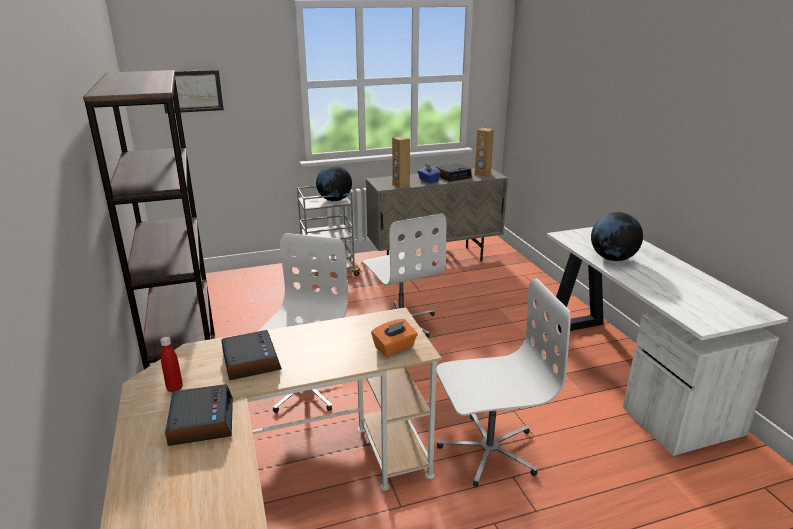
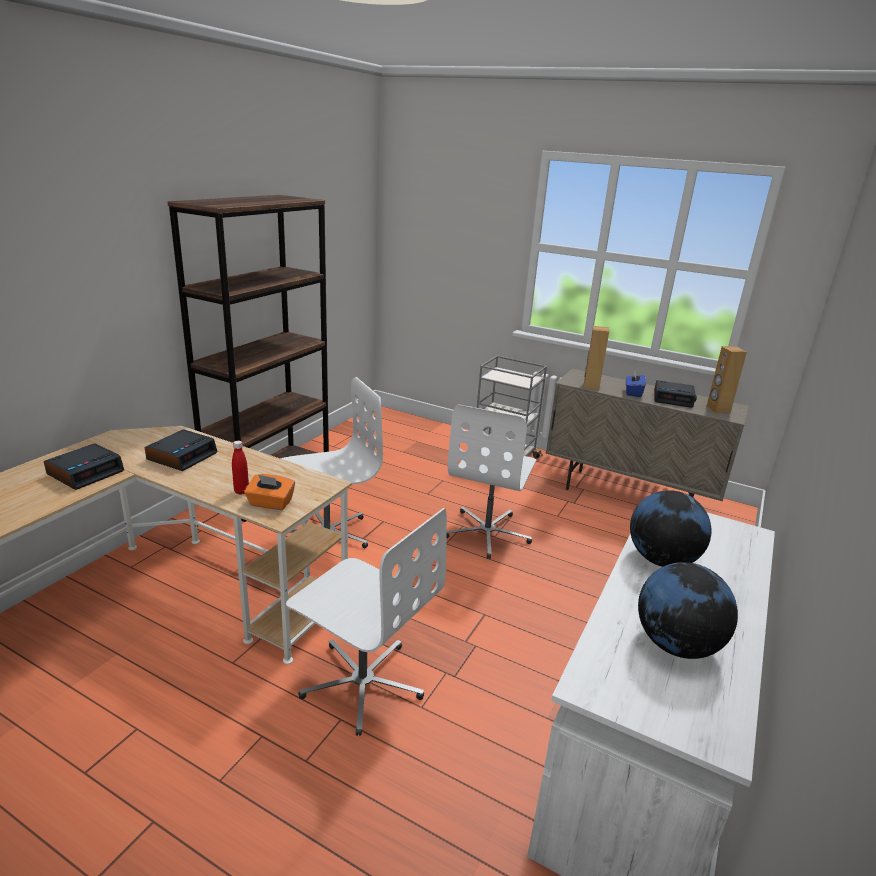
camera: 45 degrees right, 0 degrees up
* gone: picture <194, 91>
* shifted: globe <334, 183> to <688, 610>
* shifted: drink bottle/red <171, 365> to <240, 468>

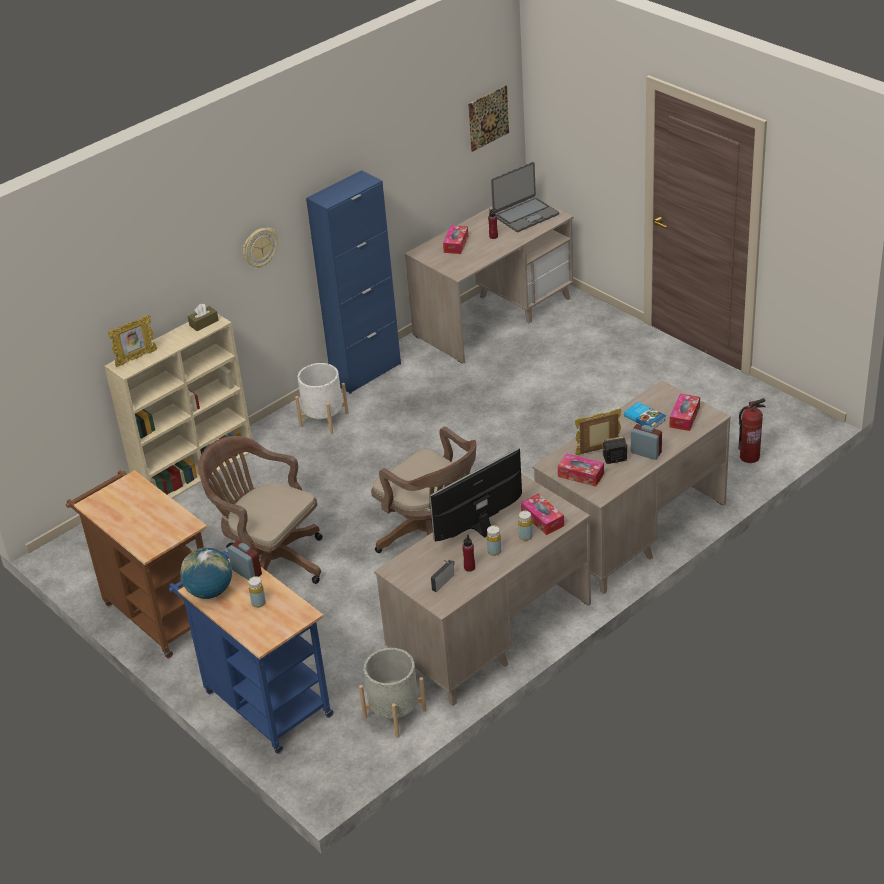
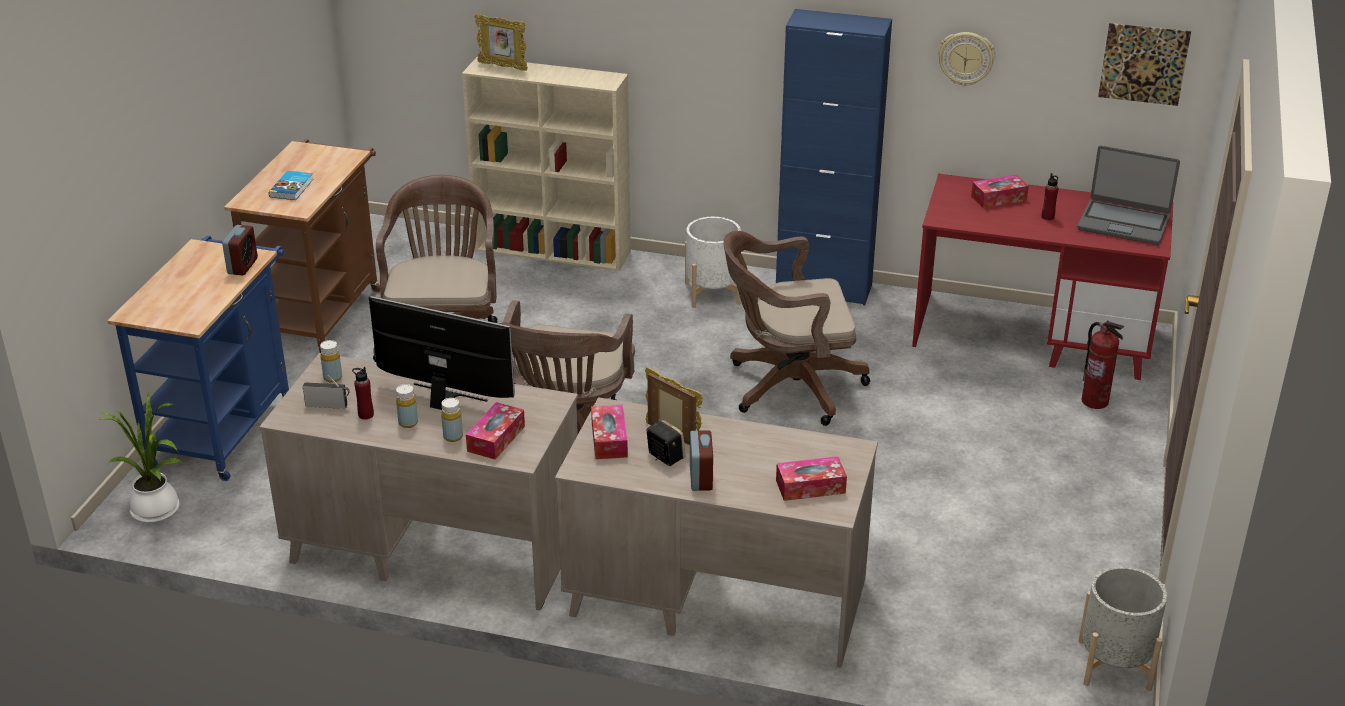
camera: 55 degrees right, 5 degrees down
* repainted: desk table/beige-coloured <489, 280> to desk table/red <1042, 277>
* shifted: clock on the wall <260, 248> to <966, 59>
* gone: box of tissues/brownish <203, 317>
* shifted: fire-fighting cylinder <752, 430> to <1102, 364>
* shifted: book <645, 415> to <291, 185>
* gone: globe <206, 573>
* shifted: drink bottle/yellow <257, 592> to <331, 361>
* shifted: flower pot/grey <393, 693> to <1123, 628>
* new: office chair/brownish <796, 328>
* new: potted plant <141, 457>

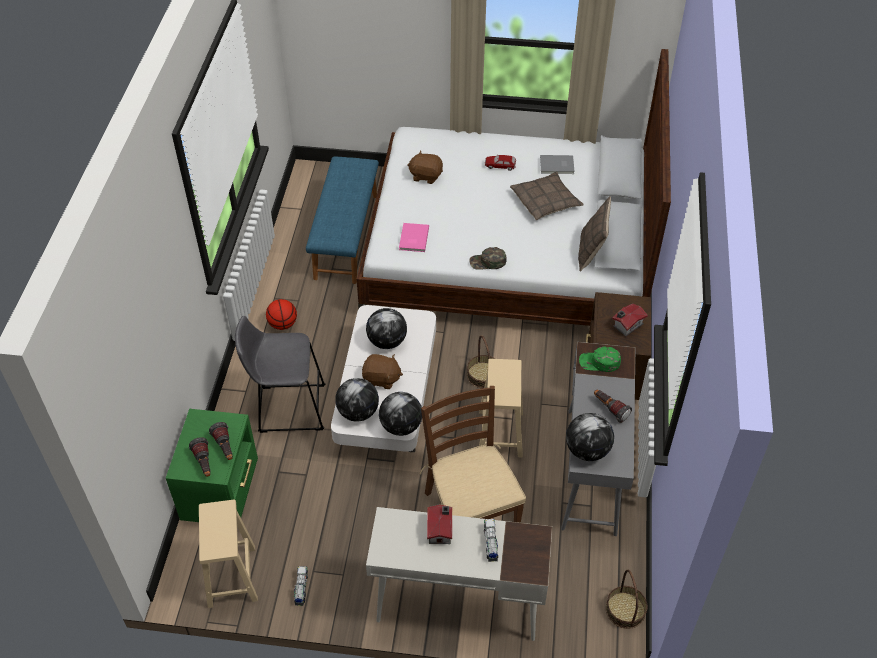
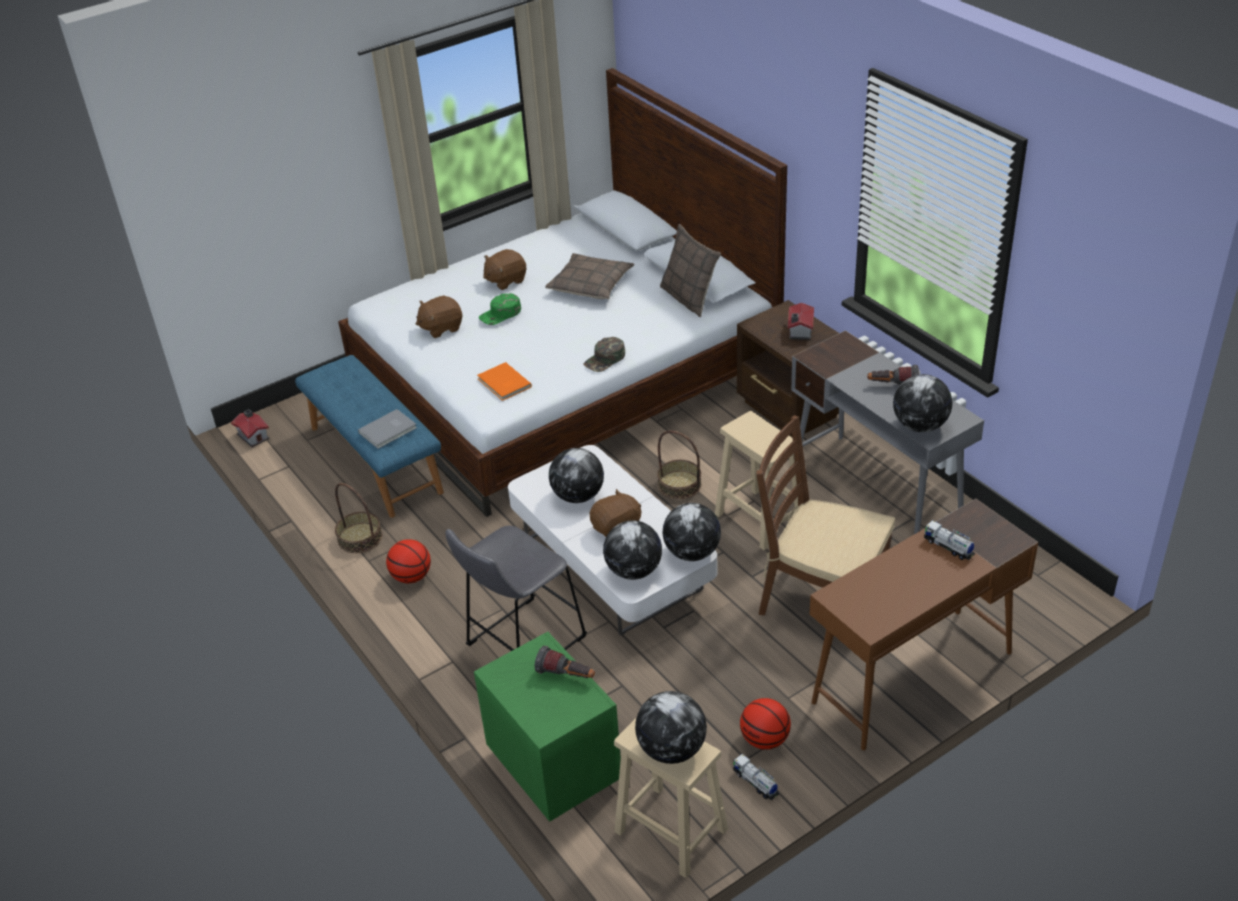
camera: 40 degrees left, 10 degrees down
* swapped: model car <500, 163> to cuddly toy/brownish <504, 269>
* shifted: book/grey <557, 164> to <387, 429>
* repainted: book/pinkish <414, 237> to book/orange <504, 381>
* shifted: peaked cap/green <600, 359> to <500, 309>
* gone: flashlight <200, 457>
* shifted: miniature house <439, 524> to <250, 428>
* repainted: desk table/white <459, 574> to desk table/brownish <924, 624>
* shifted: storage basket <626, 599> to <358, 518>
* new: globe <671, 727>
* new: basketball <765, 724>

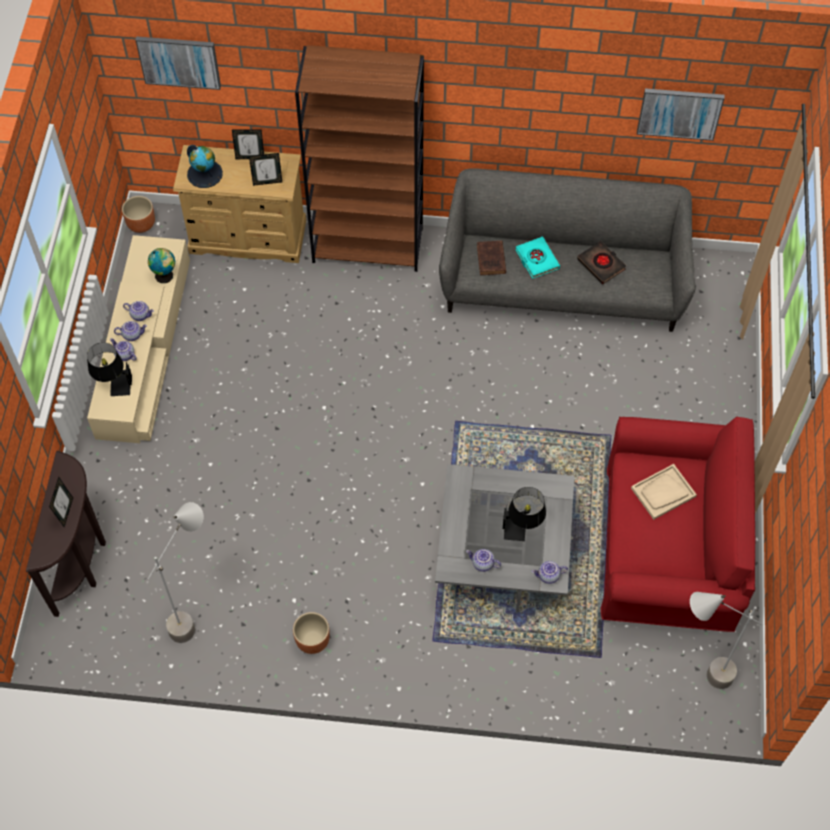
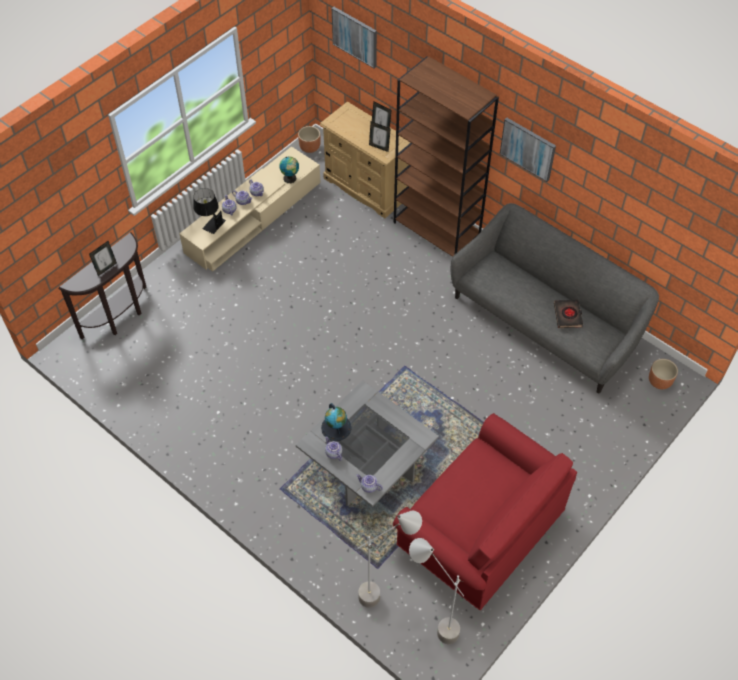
camera: 35 degrees right, 5 degrees down
* shifted: picture <680, 114> to <528, 150>
* shifted: globe <205, 166> to <336, 422>
* gone: book/turquoise-coloured <537, 258>
* gone: book/brownish <491, 258>
* gone: tray/beige-coloured <664, 492>
* gone: tabletop lamp/black-coloured <524, 514>
* shifted: standard lamp/grey <176, 572> to <389, 559>
* shifted: flower pot/brownish <311, 633> to <663, 374>

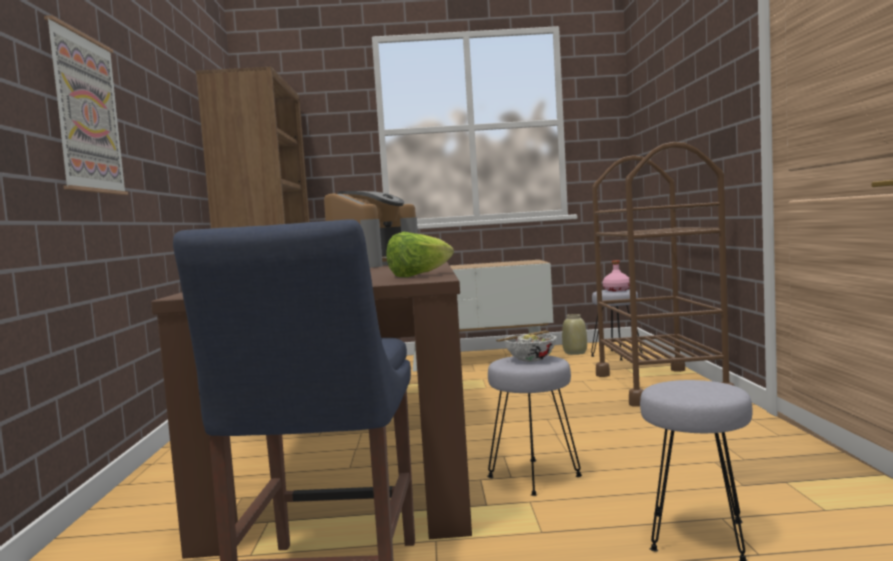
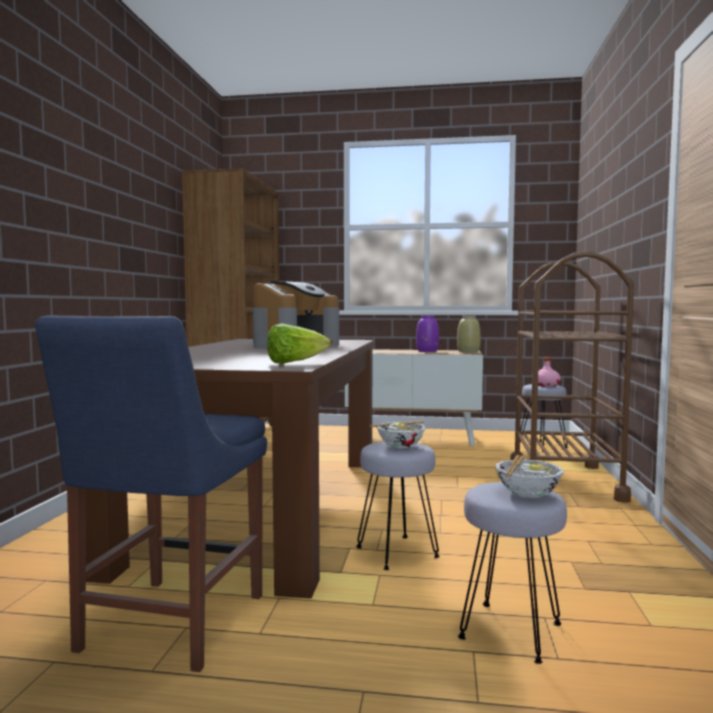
camera: 10 degrees right, 0 degrees up
* gone: picture <86, 105>
* shifted: decorative vase/beige-coloured <574, 334> to <469, 334>
* new: decorative vase/purple <427, 334>
* new: serving bowl <529, 476>

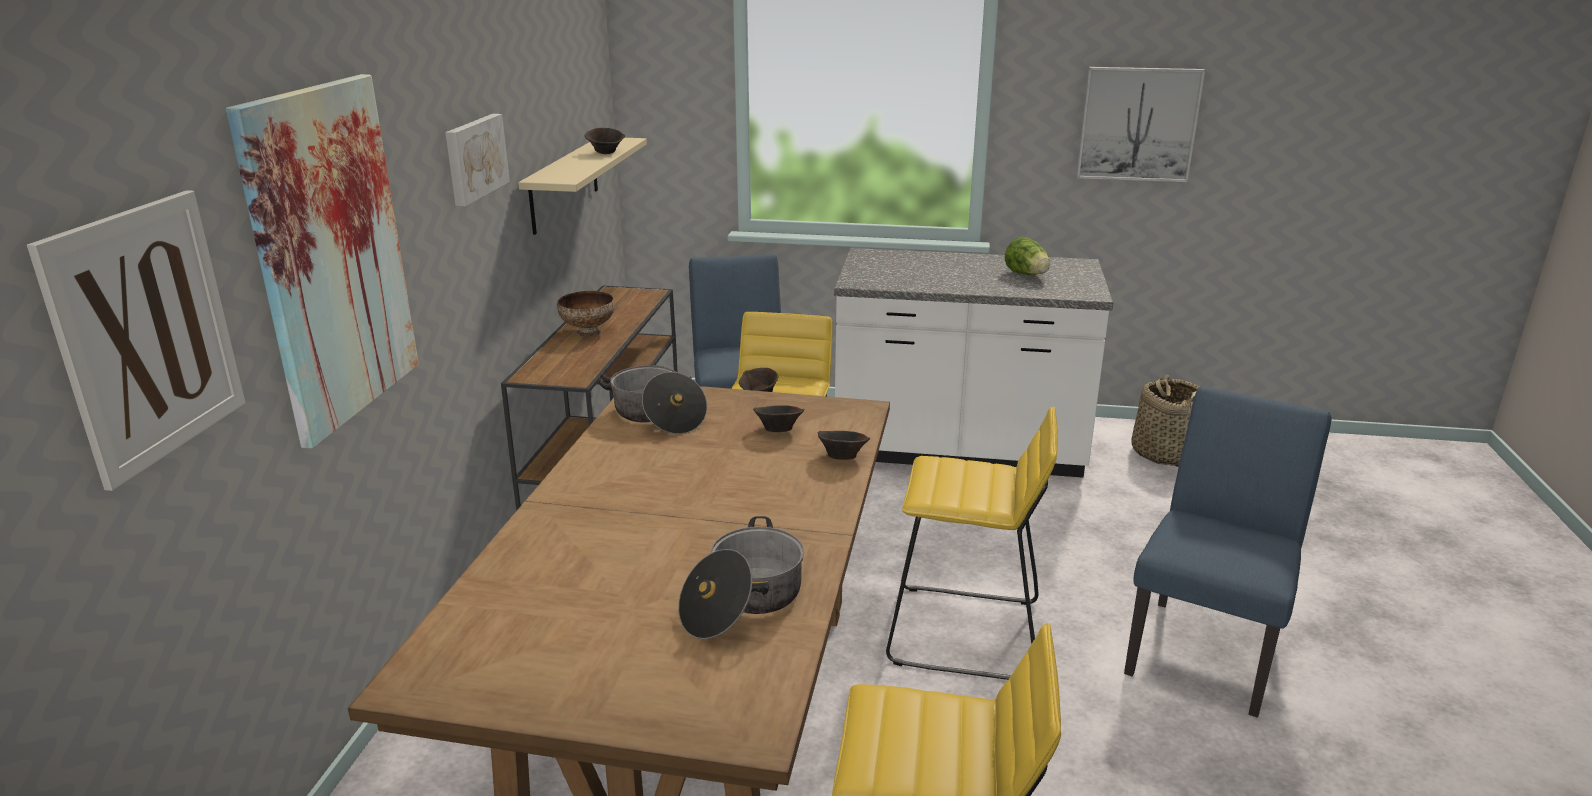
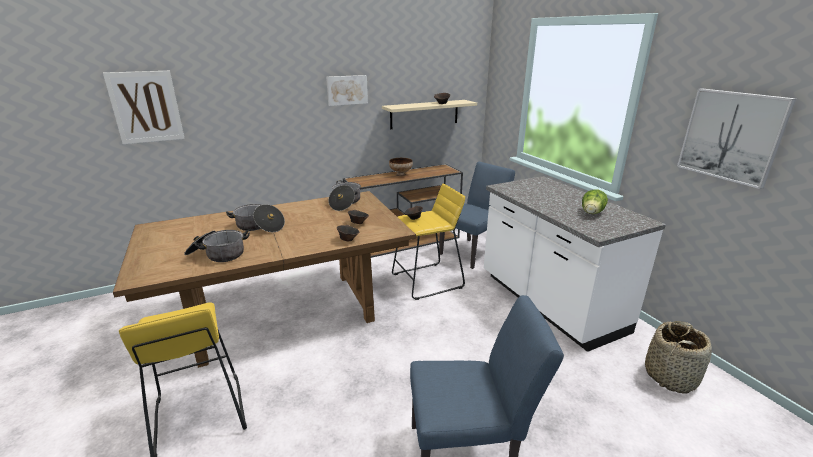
camera: 55 degrees right, 0 degrees up
* gone: picture <322, 261>
* gone: sitting stool/yellow <972, 543>
* new: stockpot <255, 218>

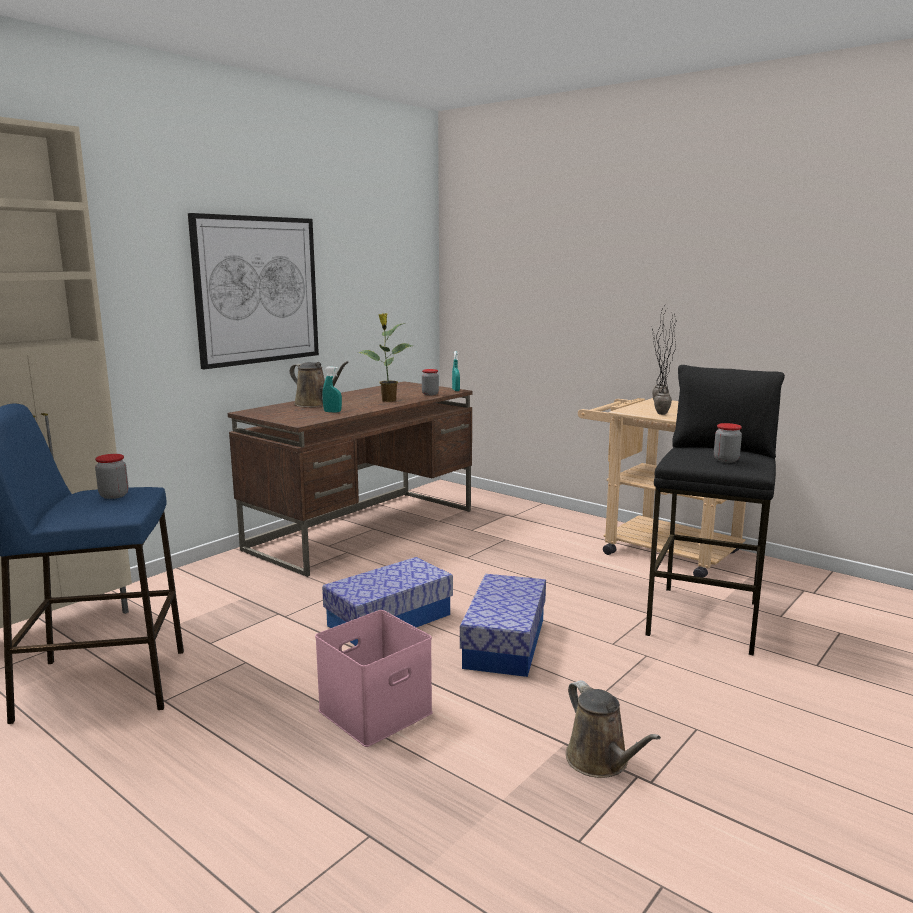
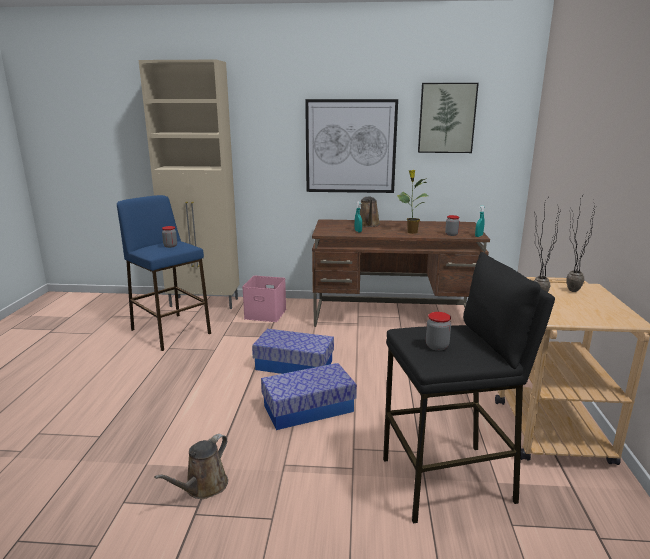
camera: 55 degrees right, 5 degrees up
* shifted: storage box/pinkish <374, 678> to <264, 299>
* new: picture <448, 118>

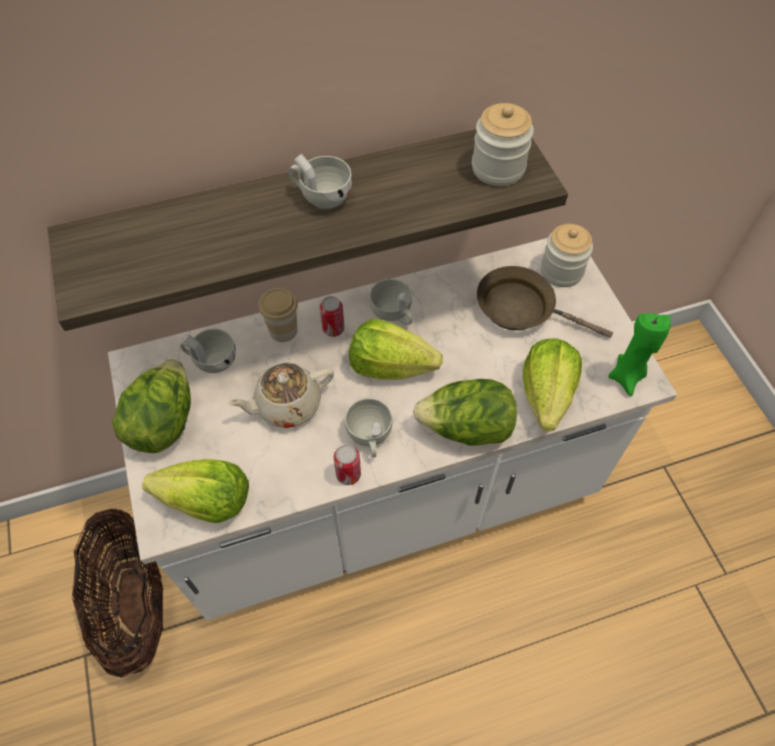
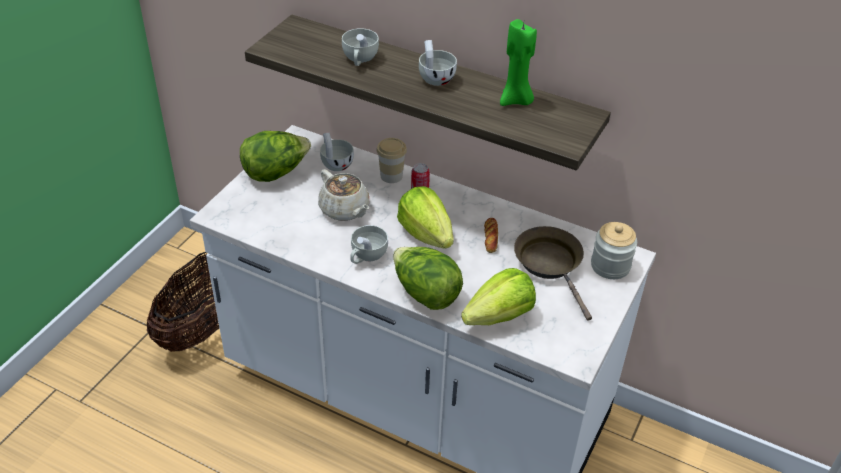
camera: 45 degrees right, 15 degrees down
* gone: jar <503, 144>
* shifted: small cup/white <391, 302> to <360, 47>
* shifted: candle/green <639, 354> to <518, 62>
* rotated: tea pot/beige-coloured <280, 395> = <343, 195> 150 degrees counterclockwise
* gone: can <347, 464>
* gone: lettuce head <195, 491>
* new: bread <491, 235>

